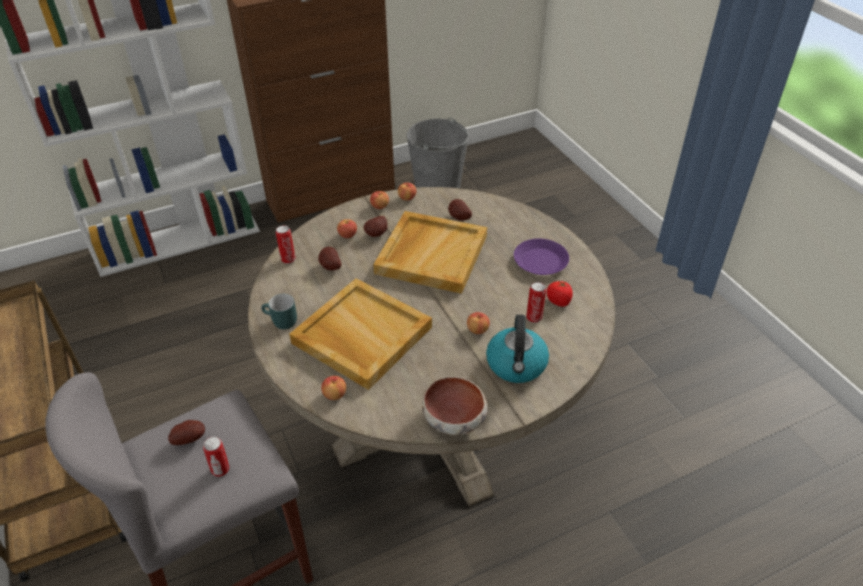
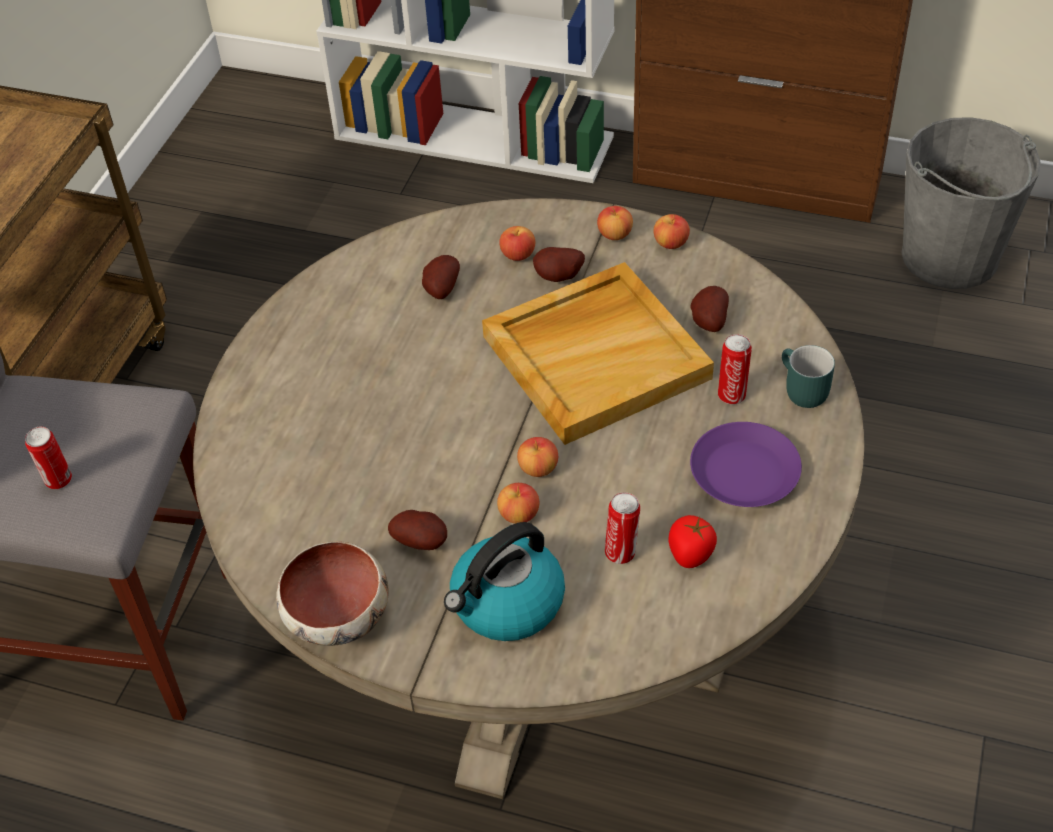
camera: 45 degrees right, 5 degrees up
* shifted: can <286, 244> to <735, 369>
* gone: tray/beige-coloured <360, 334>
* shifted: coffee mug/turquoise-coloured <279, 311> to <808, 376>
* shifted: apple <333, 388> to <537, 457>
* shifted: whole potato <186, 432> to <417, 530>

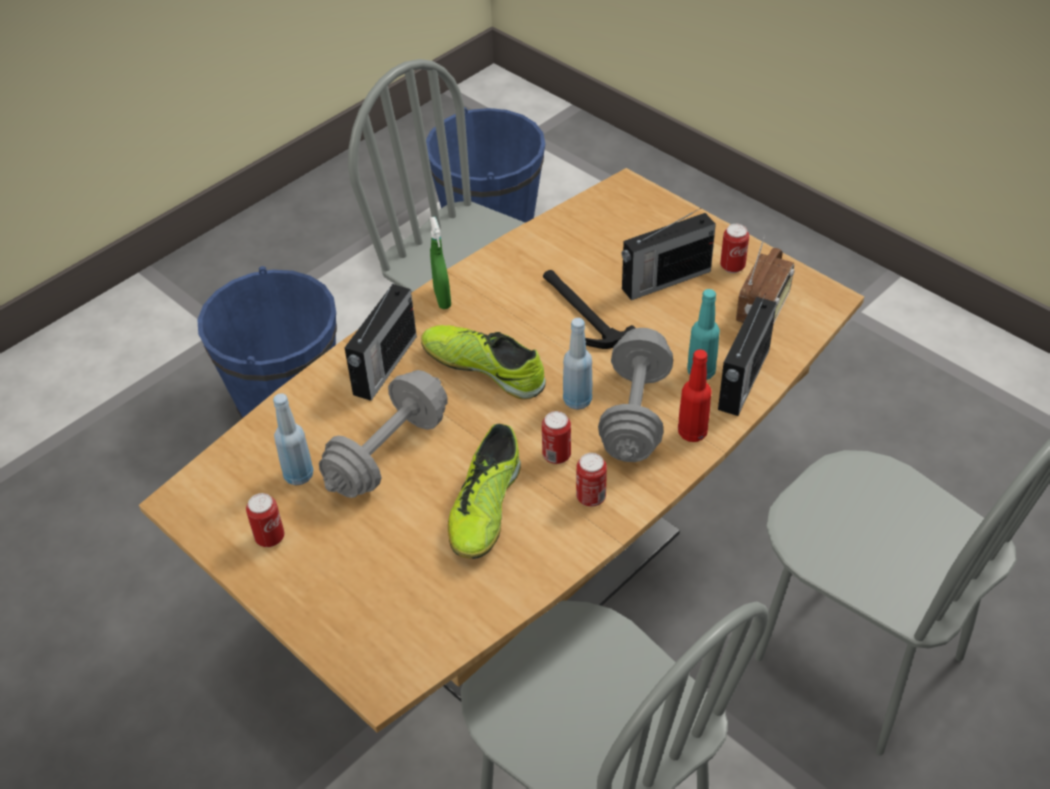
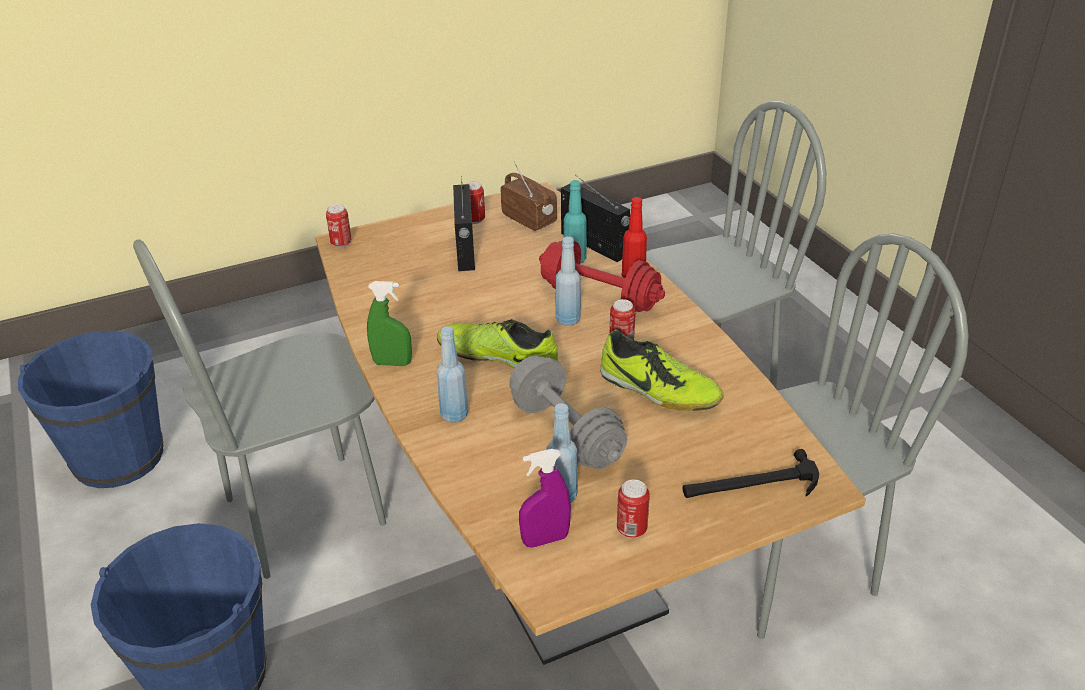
camera: 70 degrees left, 10 degrees down
* shifted: tool hammer <589, 309> to <751, 473>
* swapped: radio receiver <381, 341> to drink bottle/blue <453, 374>
* rotated: low shoe <483, 362> = <498, 344> 60 degrees clockwise
* repainted: free weight/grey <635, 395> to free weight/red <602, 276>
* shifted: can <591, 480> to <339, 226>
* new: hand sprayer/purple <545, 498>

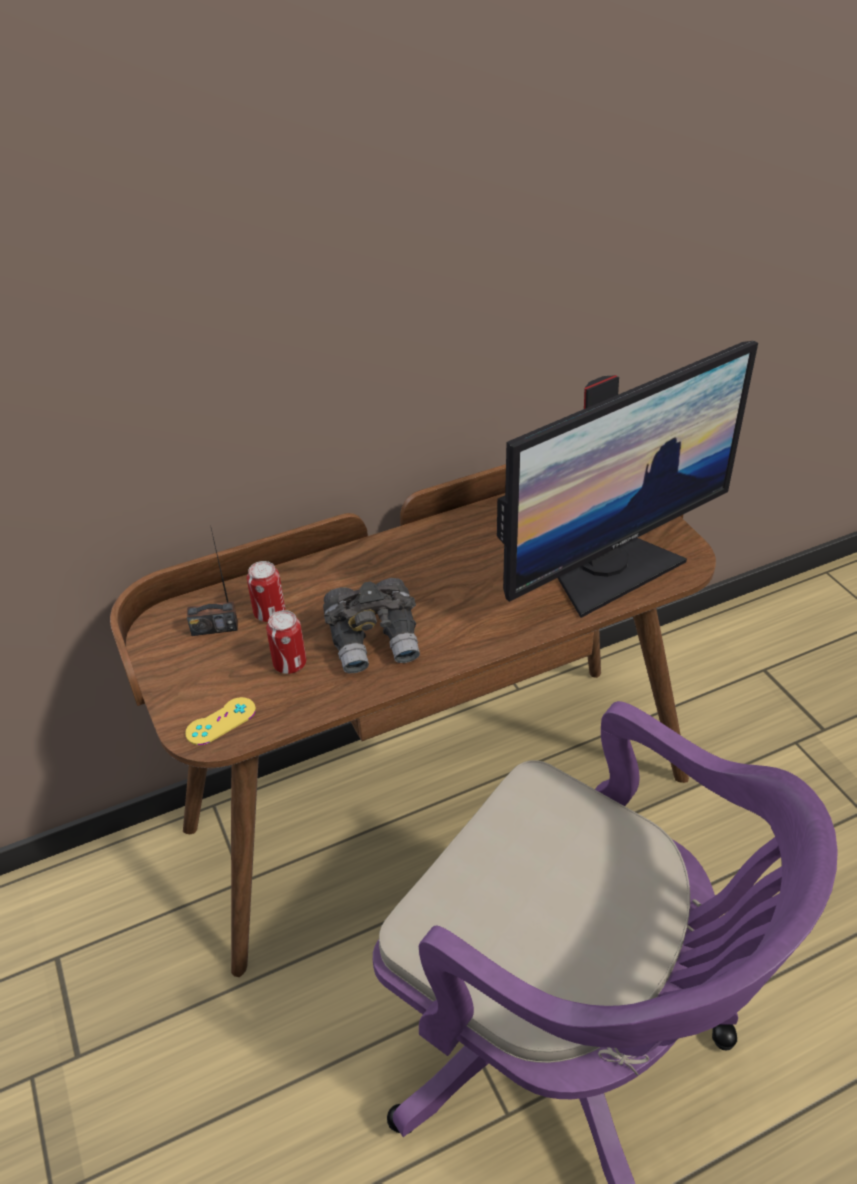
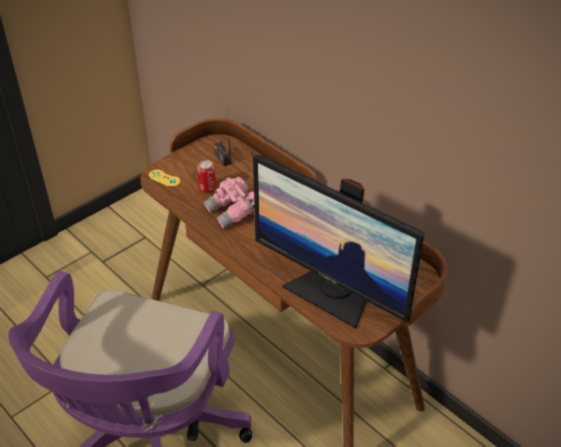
camera: 70 degrees right, 0 degrees up
* gone: can <266, 591>
* repainted: binoculars/grey <371, 625> to binoculars/pinkish <229, 203>

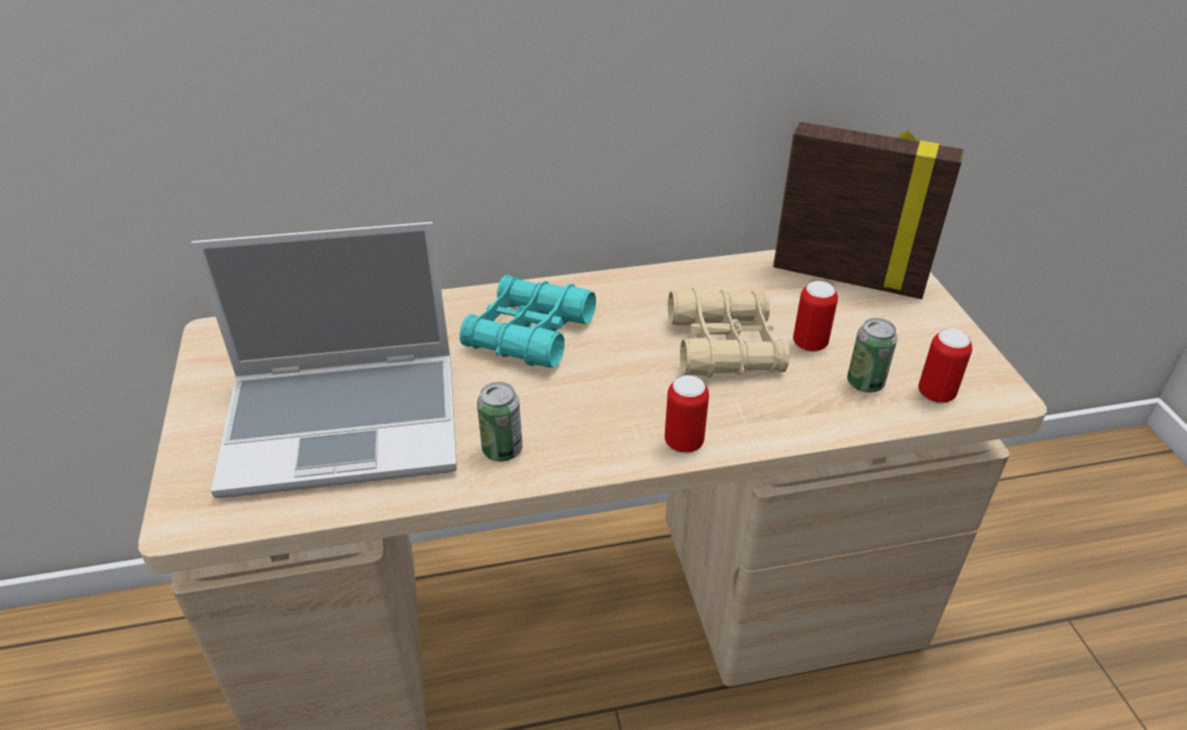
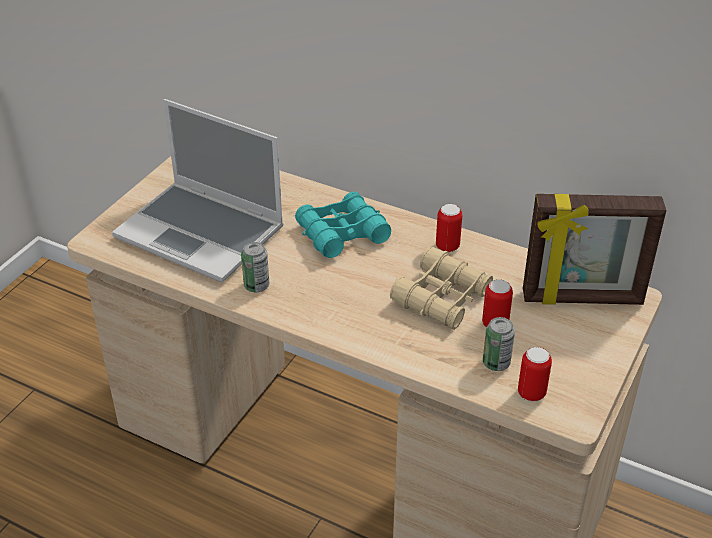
camera: 40 degrees right, 0 degrees up
* rotated: photo frame <868, 210> = <594, 249> 120 degrees clockwise
* shifted: can <687, 414> to <449, 228>

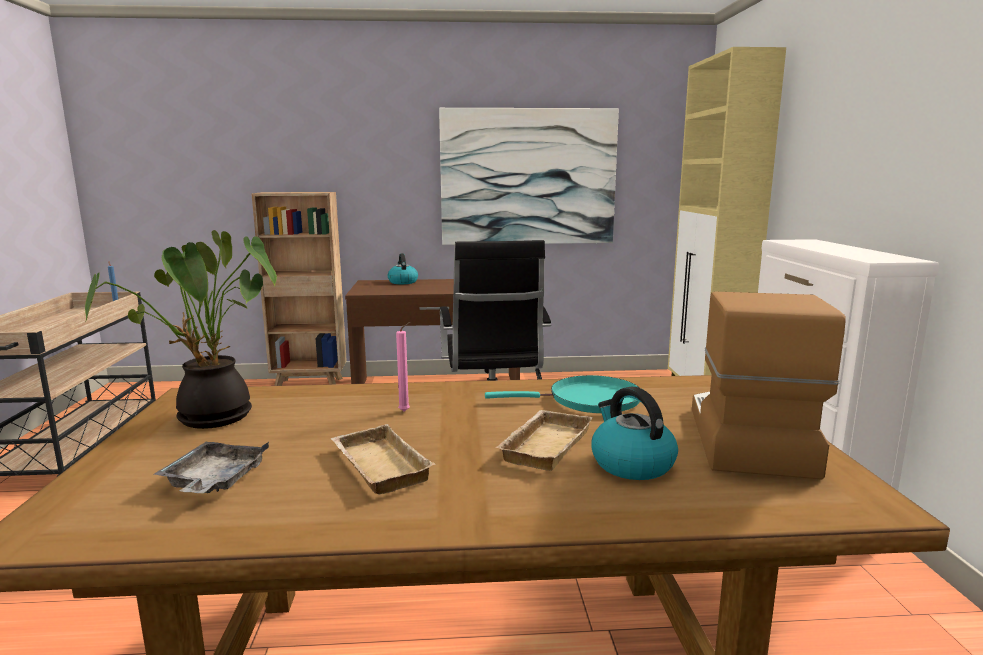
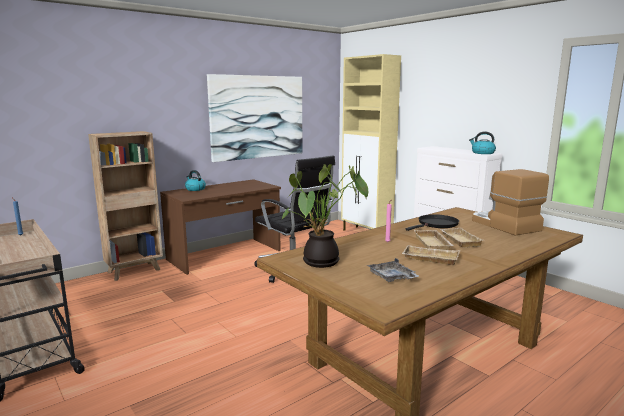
camera: 35 degrees left, 0 degrees up
* repainted: pan/turquoise-coloured <562, 394> to pan/black-coloured <432, 222>
* shifted: kettle <634, 433> to <482, 142>
* new: tray/beige-coloured <434, 240>

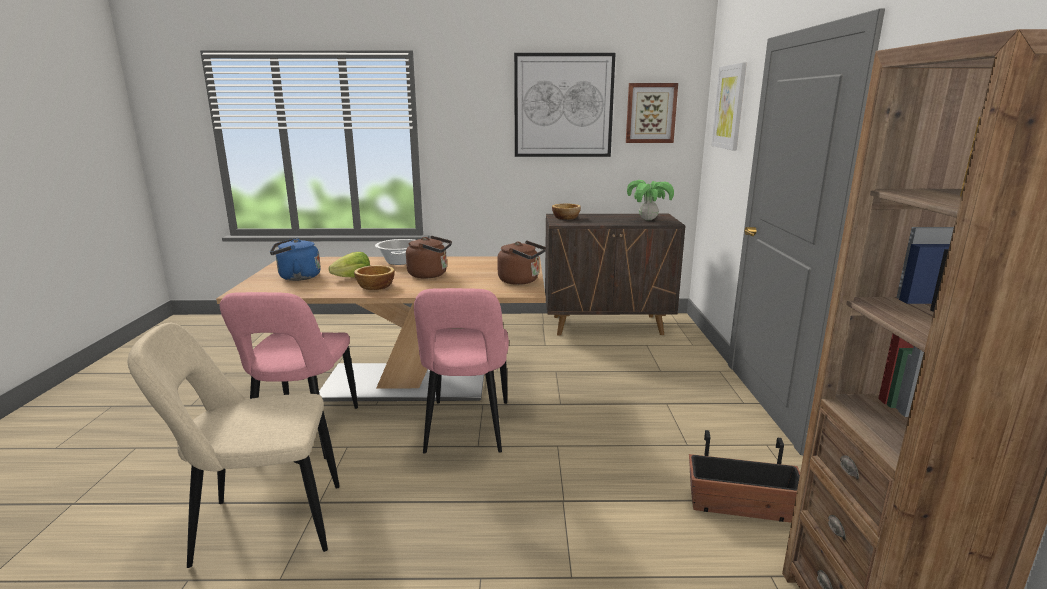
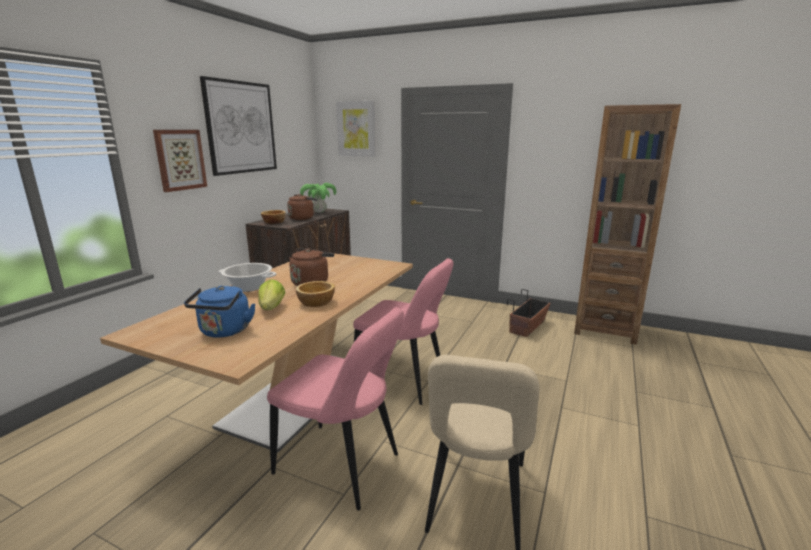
camera: 65 degrees left, 0 degrees up
* shifted: picture <652, 113> to <180, 161>
* shifted: kettle/brownish <521, 263> to <302, 207>

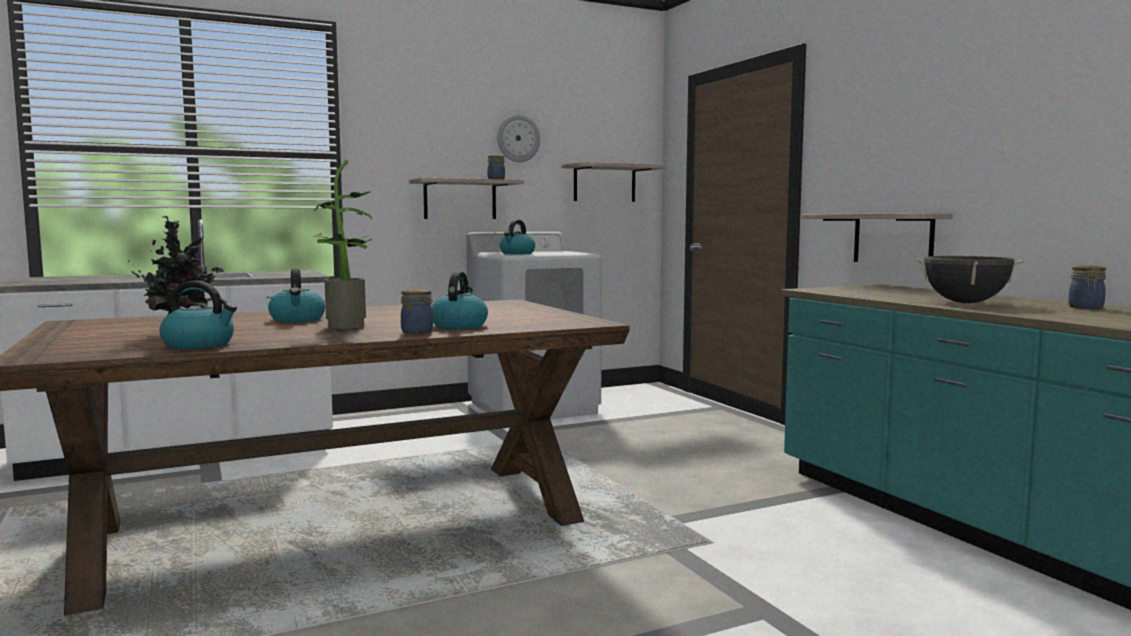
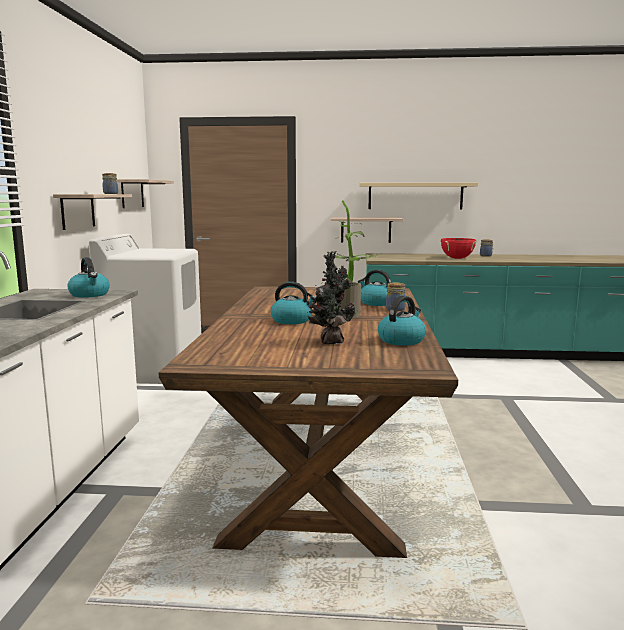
camera: 60 degrees left, 5 degrees up
* gone: clock on the wall <518, 138>
* shifted: kettle <517, 237> to <88, 277>
* repainted: stockpot/black-coloured <969, 279> to stockpot/red <458, 248>
* new: shelf/beige-coloured <418, 196>

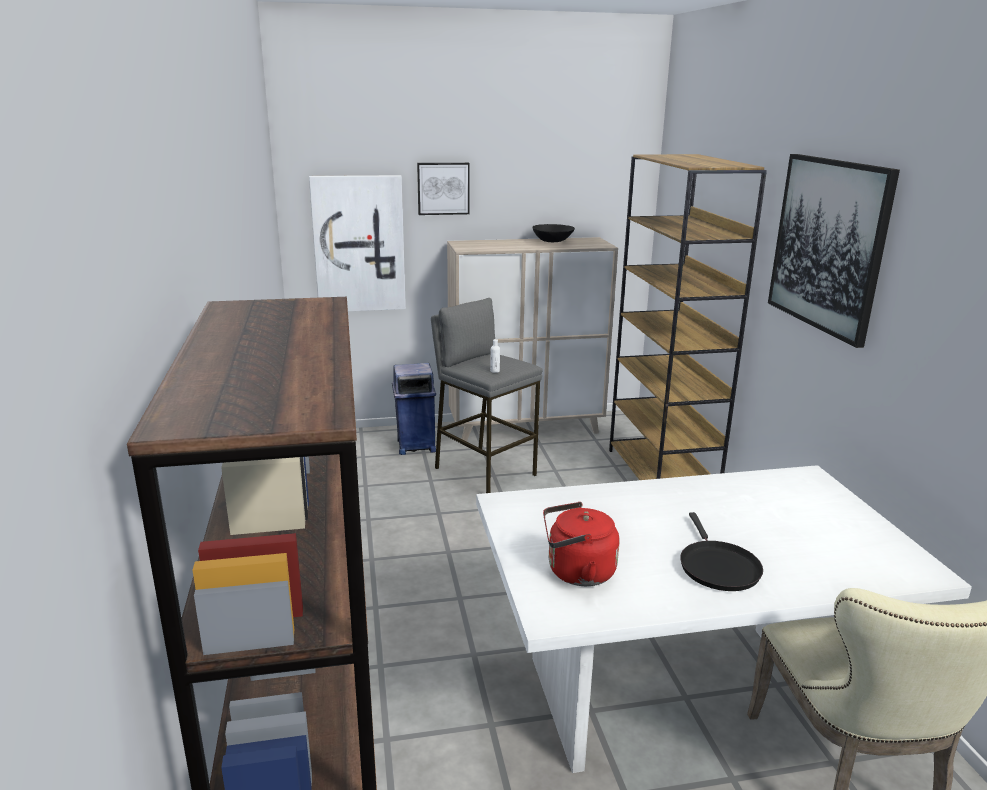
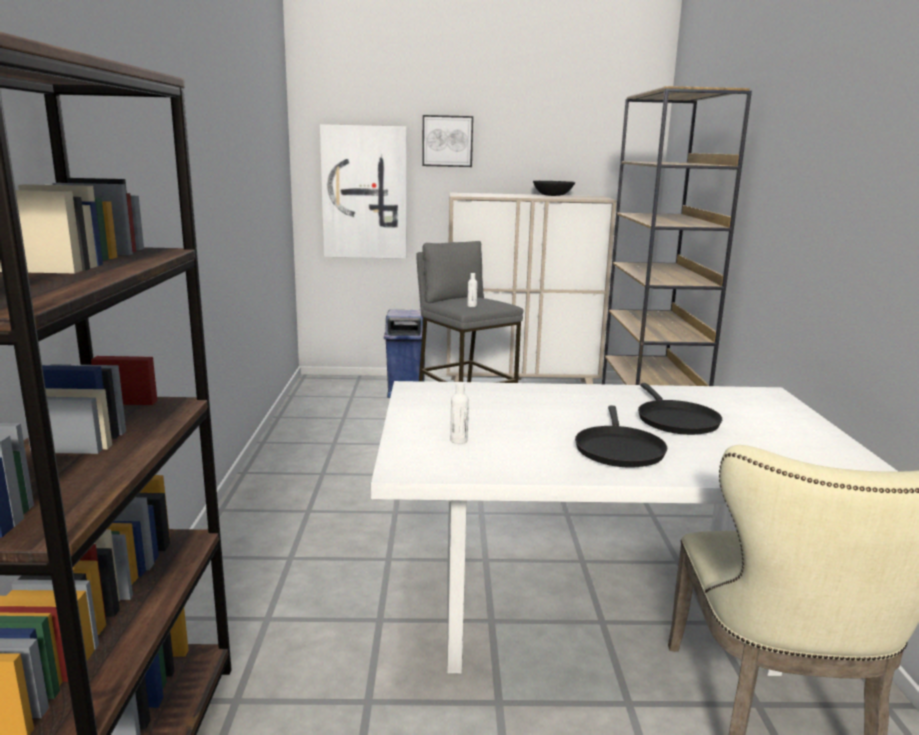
camera: 10 degrees right, 5 degrees down
* gone: picture <834, 251>
* swapped: kettle/red <581, 544> to drink bottle/white <459, 413>
* new: pan/black-coloured <680, 409>

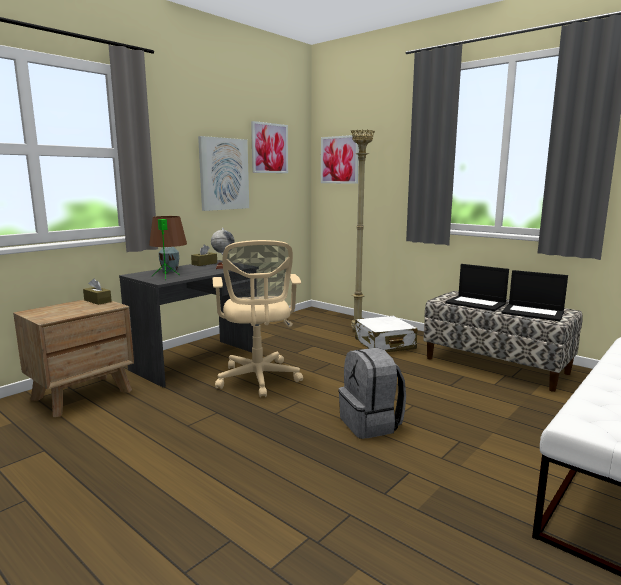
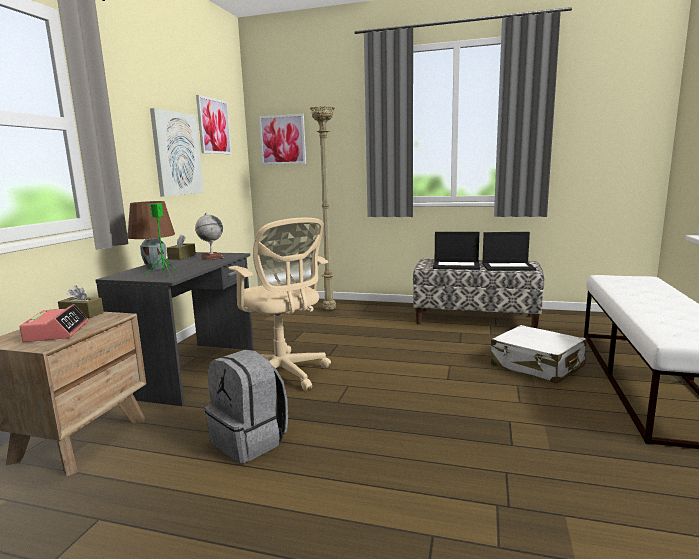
camera: 25 degrees left, 0 degrees up
* shifted: suitcase/white <386, 334> to <539, 354>
* shifted: knapsack/grey <372, 393> to <246, 406>
* new: alarm clock <53, 323>

